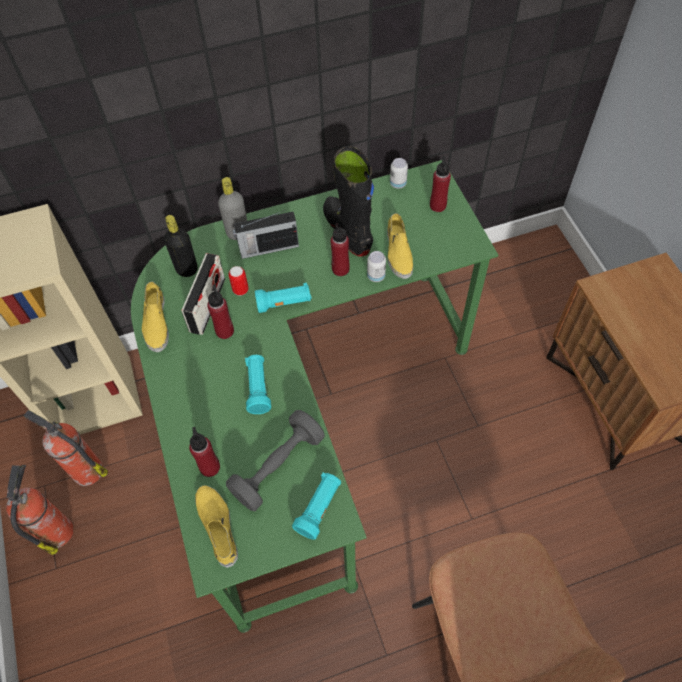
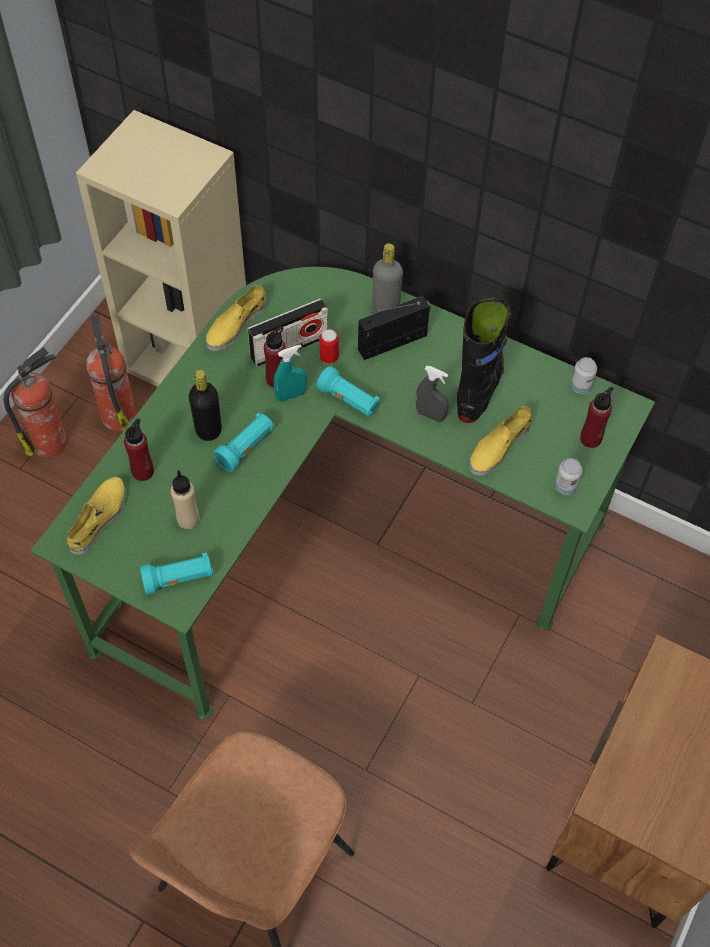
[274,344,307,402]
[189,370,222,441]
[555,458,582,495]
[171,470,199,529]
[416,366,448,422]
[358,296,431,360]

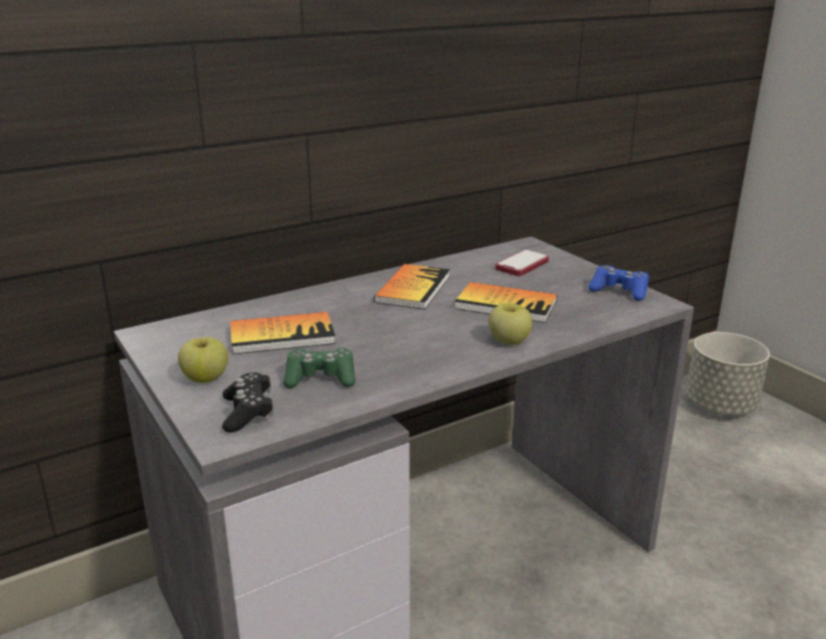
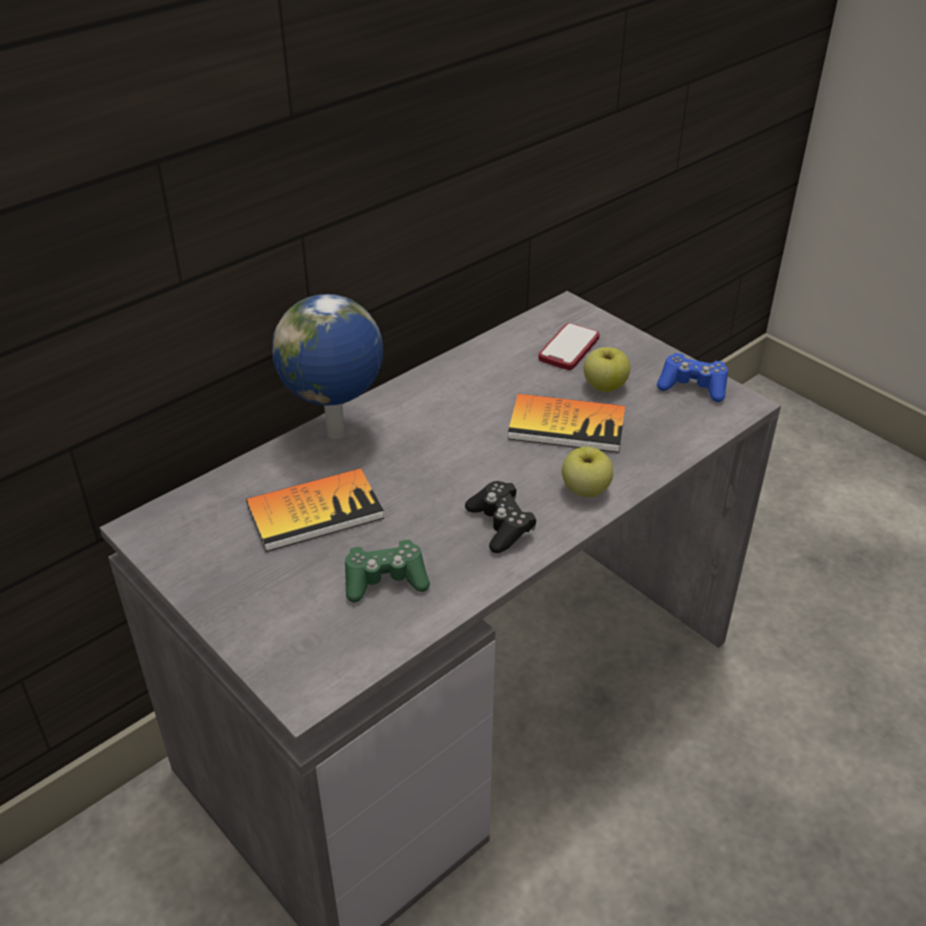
[374,264,450,310] (first image)
[686,332,770,415] (first image)
[272,294,383,439]
[584,347,630,392]
[465,481,536,553]

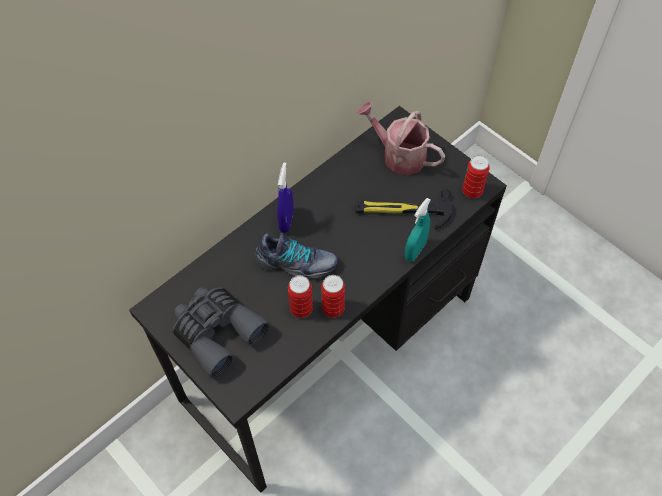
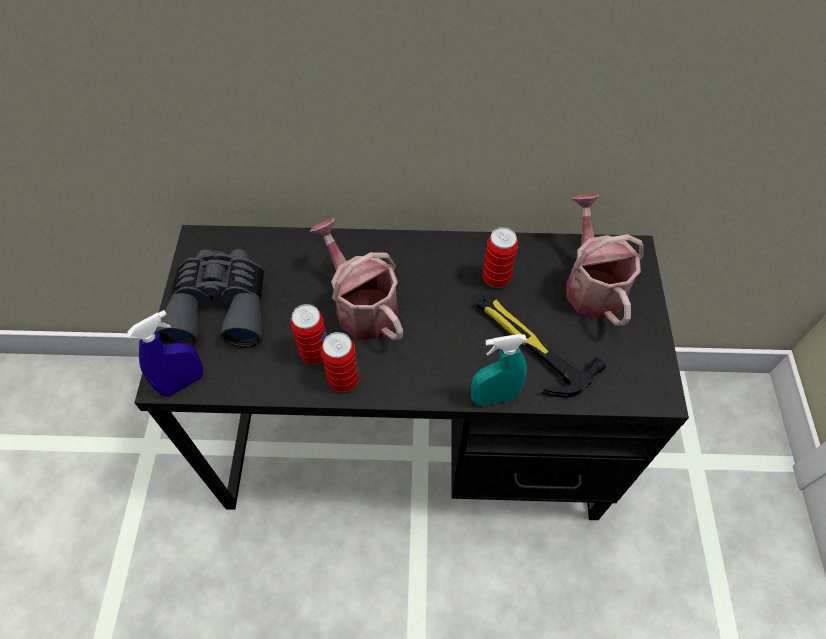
[127,310,203,397]
[483,227,518,288]
[310,219,403,340]

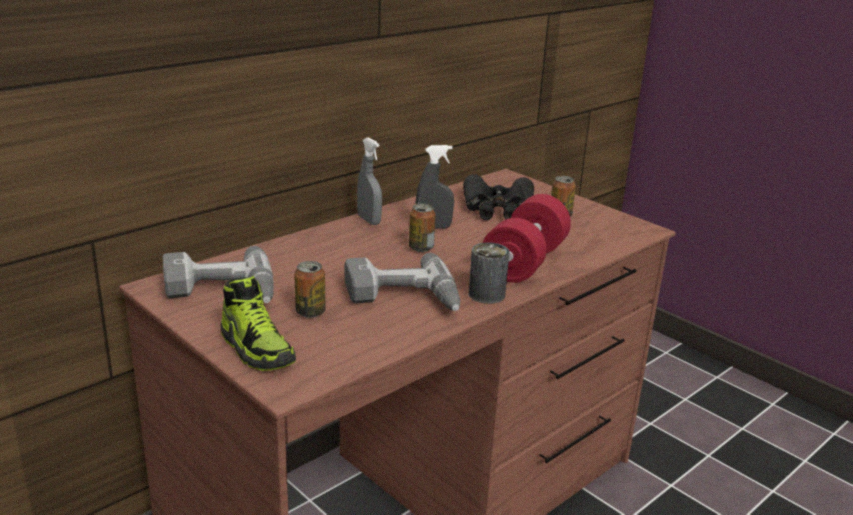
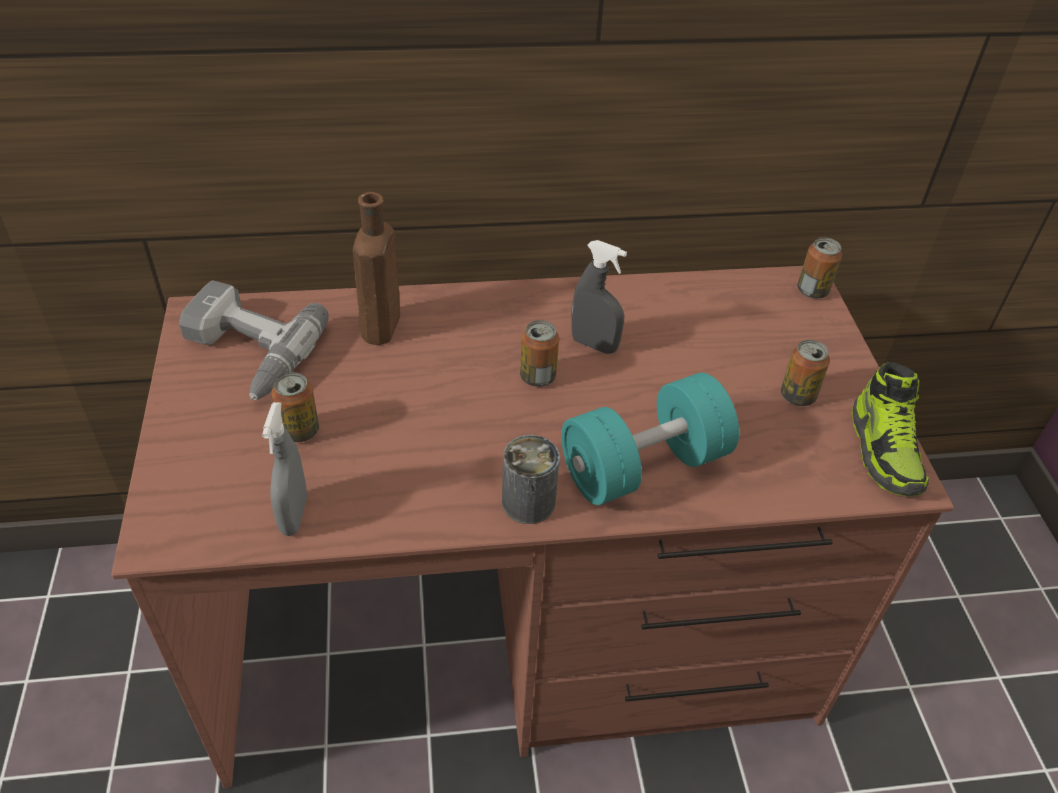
[345,253,460,311] (first image)
[463,174,534,220] (first image)
[353,192,400,345]
[797,237,842,299]
[852,362,929,497]
[262,402,307,536]
[561,373,739,505]

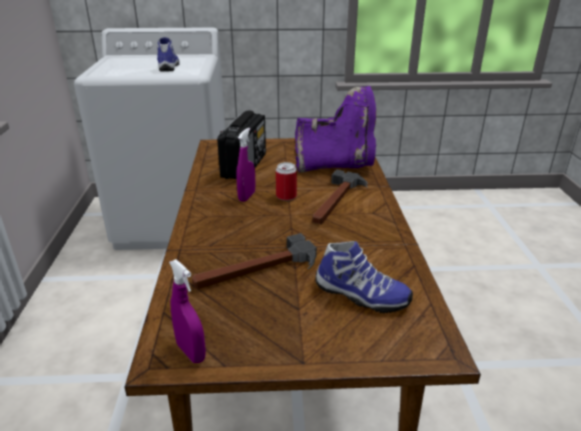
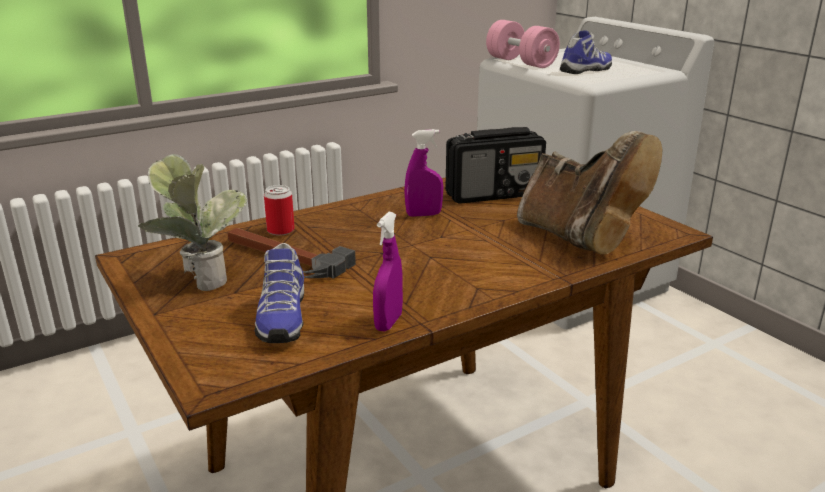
[312,170,368,225] (first image)
[138,154,247,291]
[486,20,560,68]
[373,212,403,331]
[264,185,295,236]
[517,131,662,255]

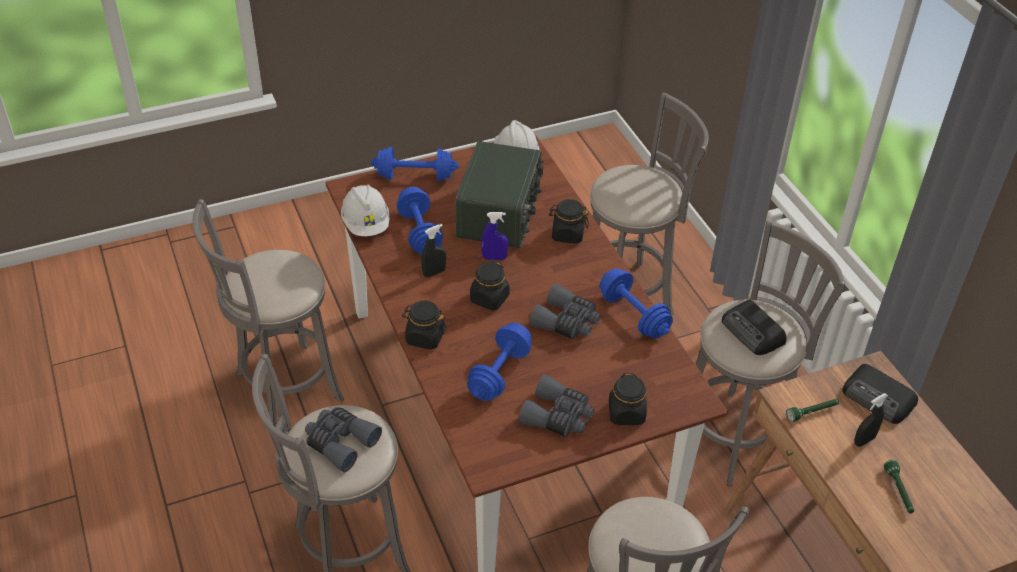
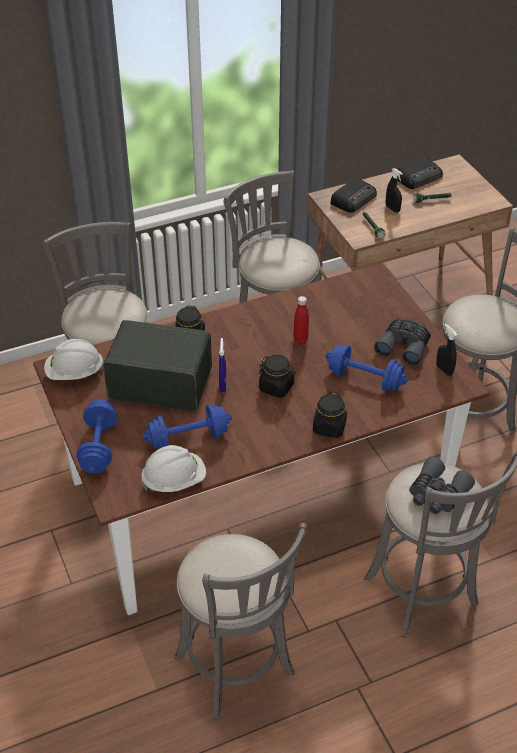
[599,268,673,338] (first image)
[609,373,647,425] (first image)
[436,324,457,376]
[397,157,443,189]
[293,296,309,345]

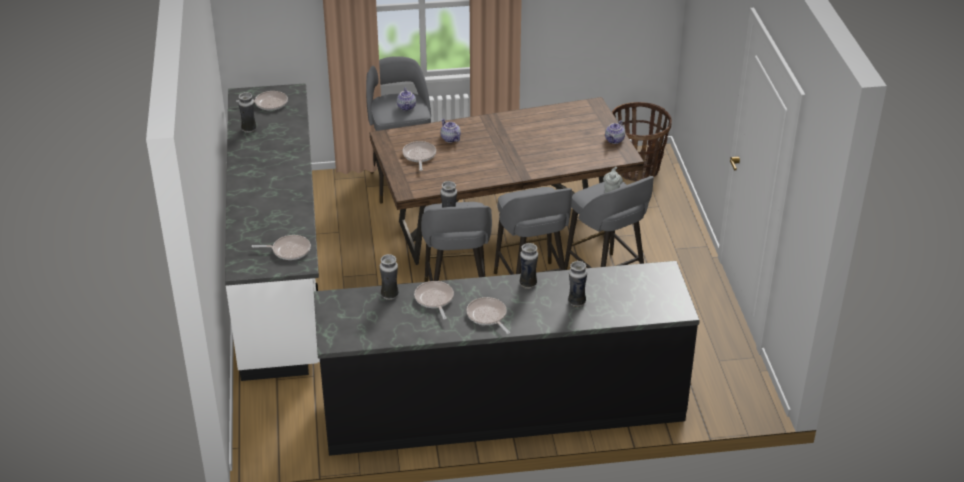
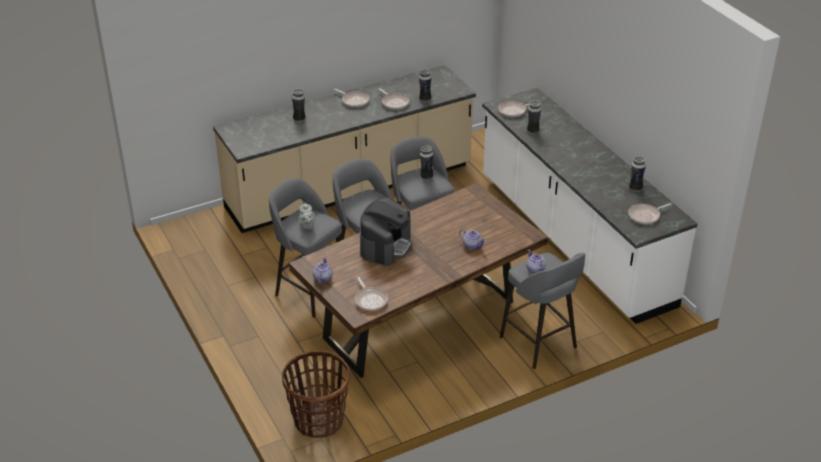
[360,197,412,266]
[355,277,388,311]
[527,100,541,134]
[213,65,476,233]

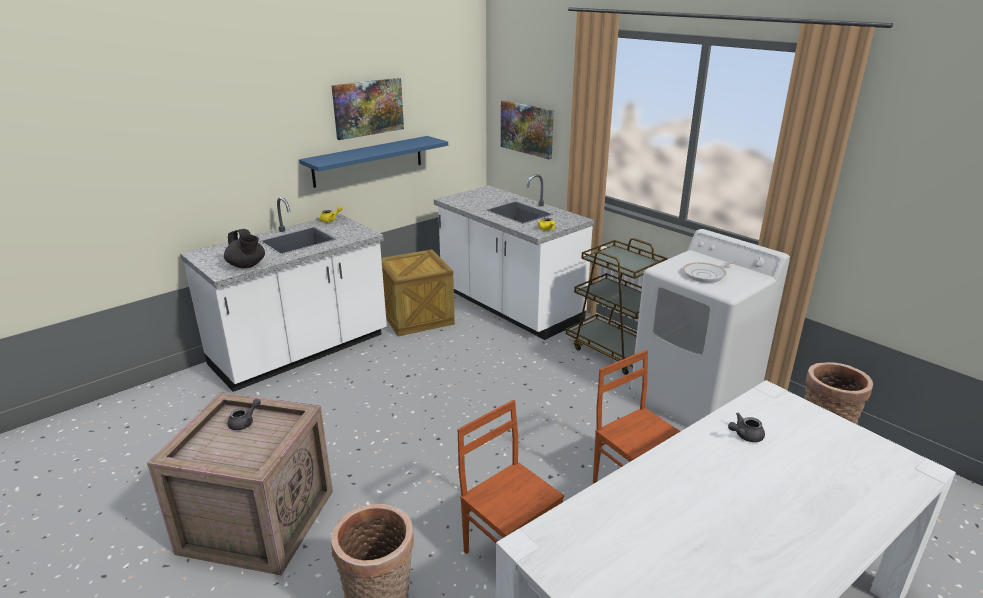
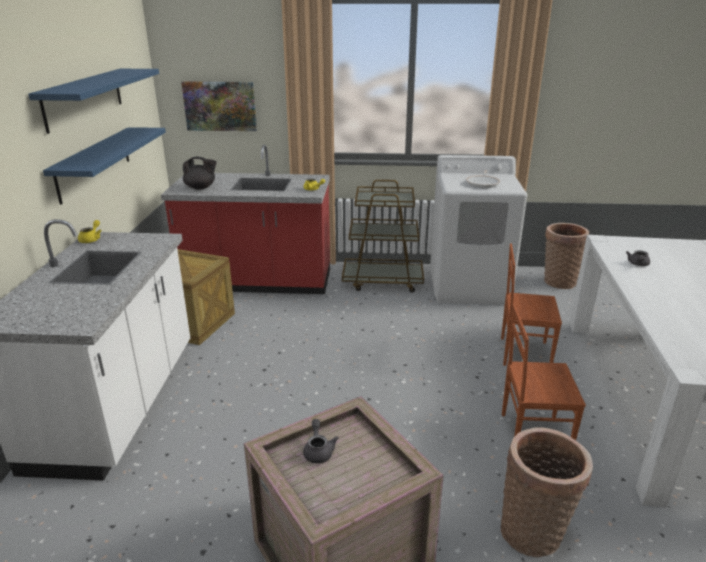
[183,157,217,189]
[28,69,159,134]
[161,145,330,294]

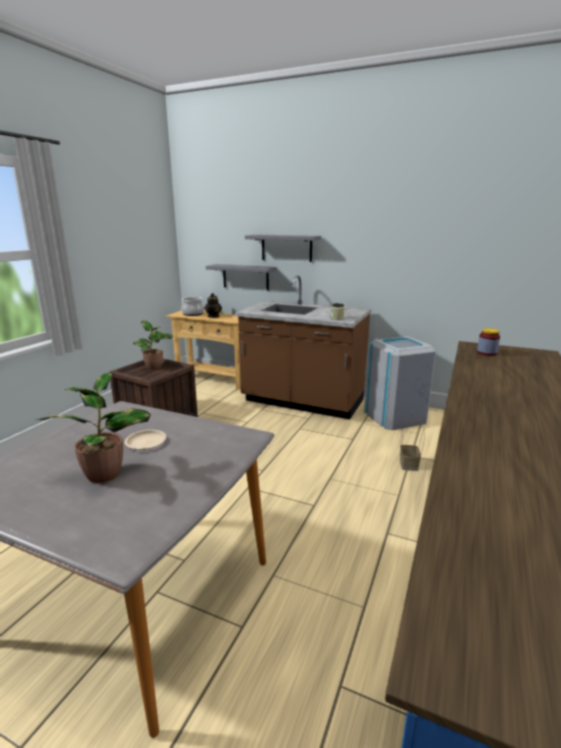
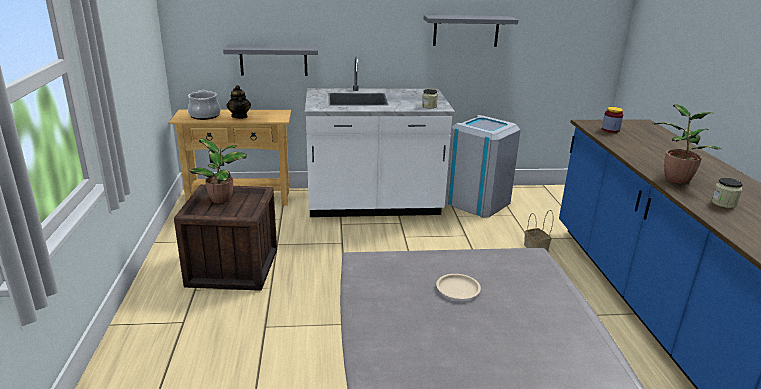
[711,177,743,208]
[652,104,723,184]
[424,15,518,47]
[305,57,455,217]

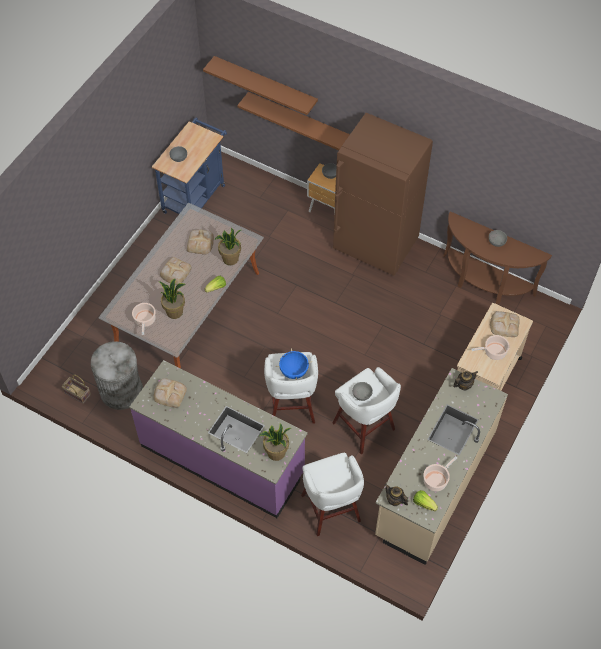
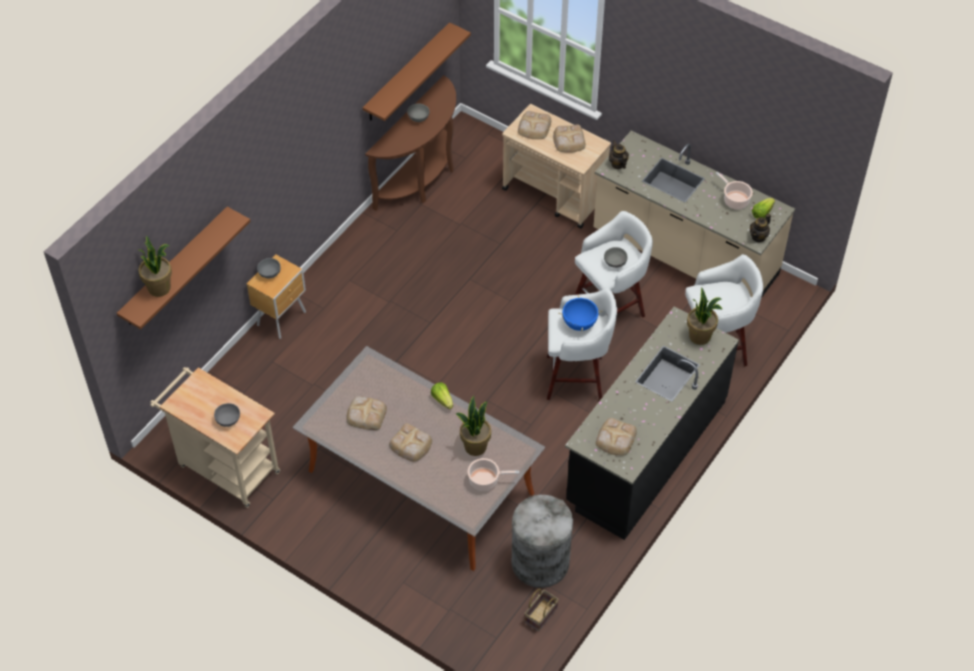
[333,113,433,276] (first image)
[138,236,172,297]
[363,22,471,121]
[553,125,586,153]
[565,306,739,540]
[150,367,280,508]

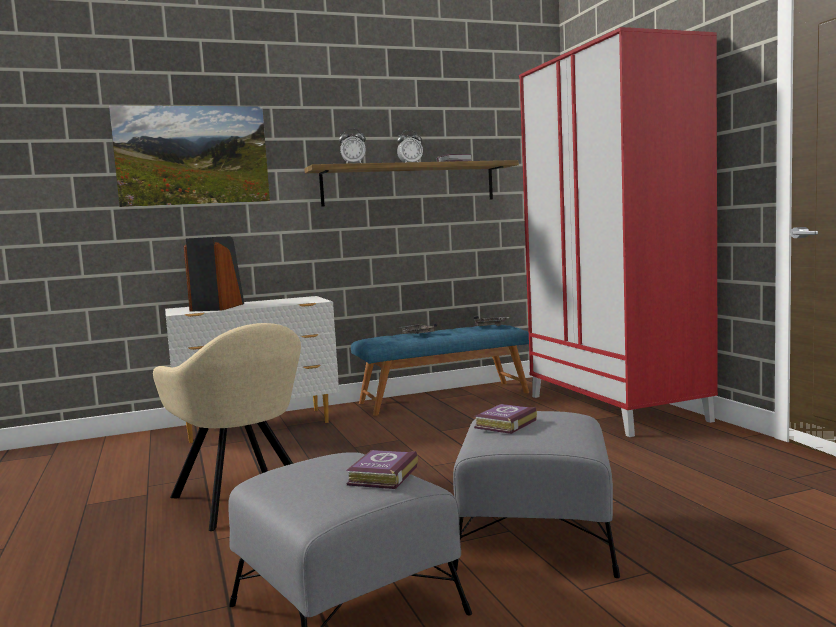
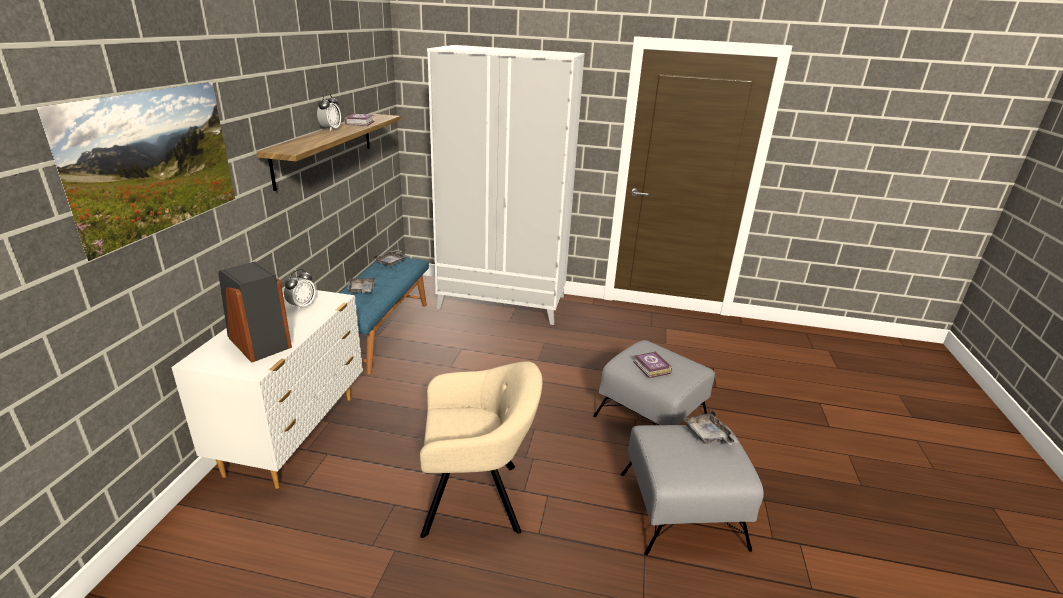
[284,269,316,310]
[682,410,739,445]
[427,45,585,325]

